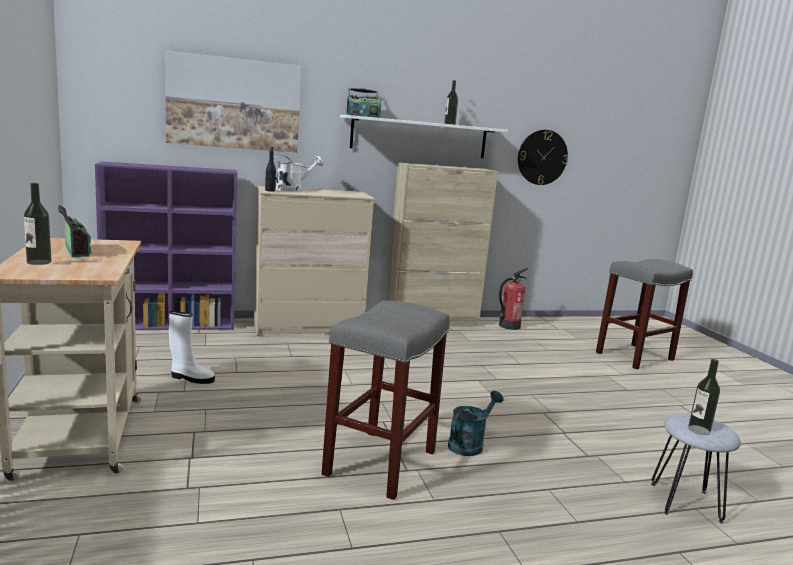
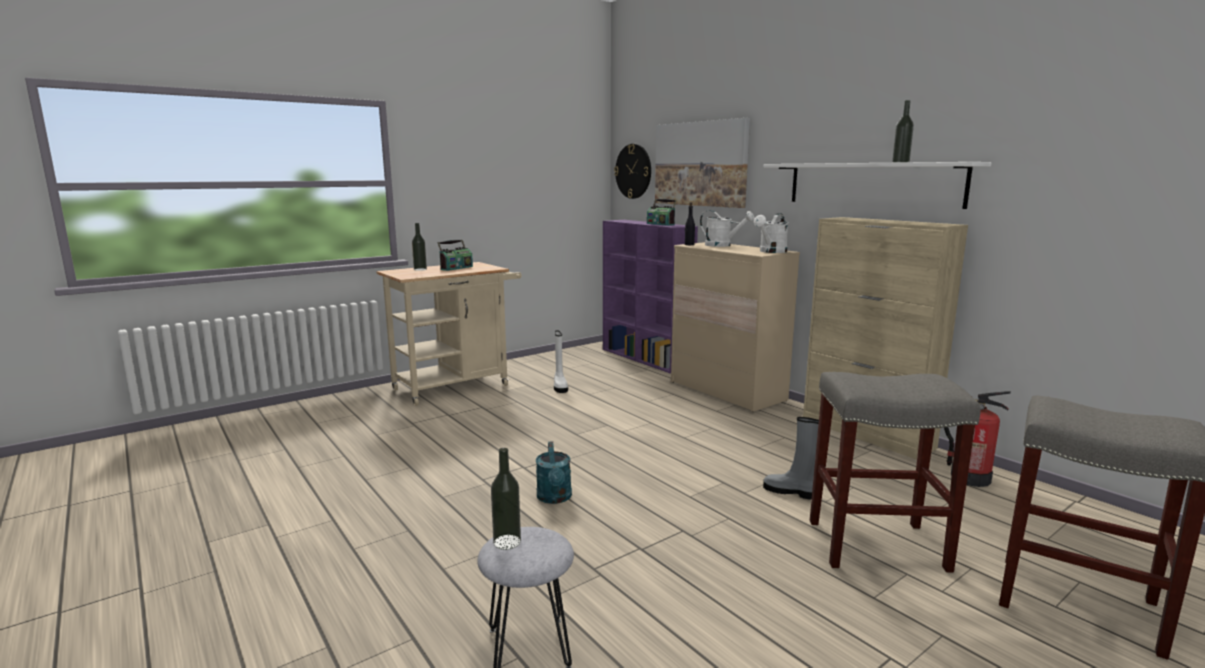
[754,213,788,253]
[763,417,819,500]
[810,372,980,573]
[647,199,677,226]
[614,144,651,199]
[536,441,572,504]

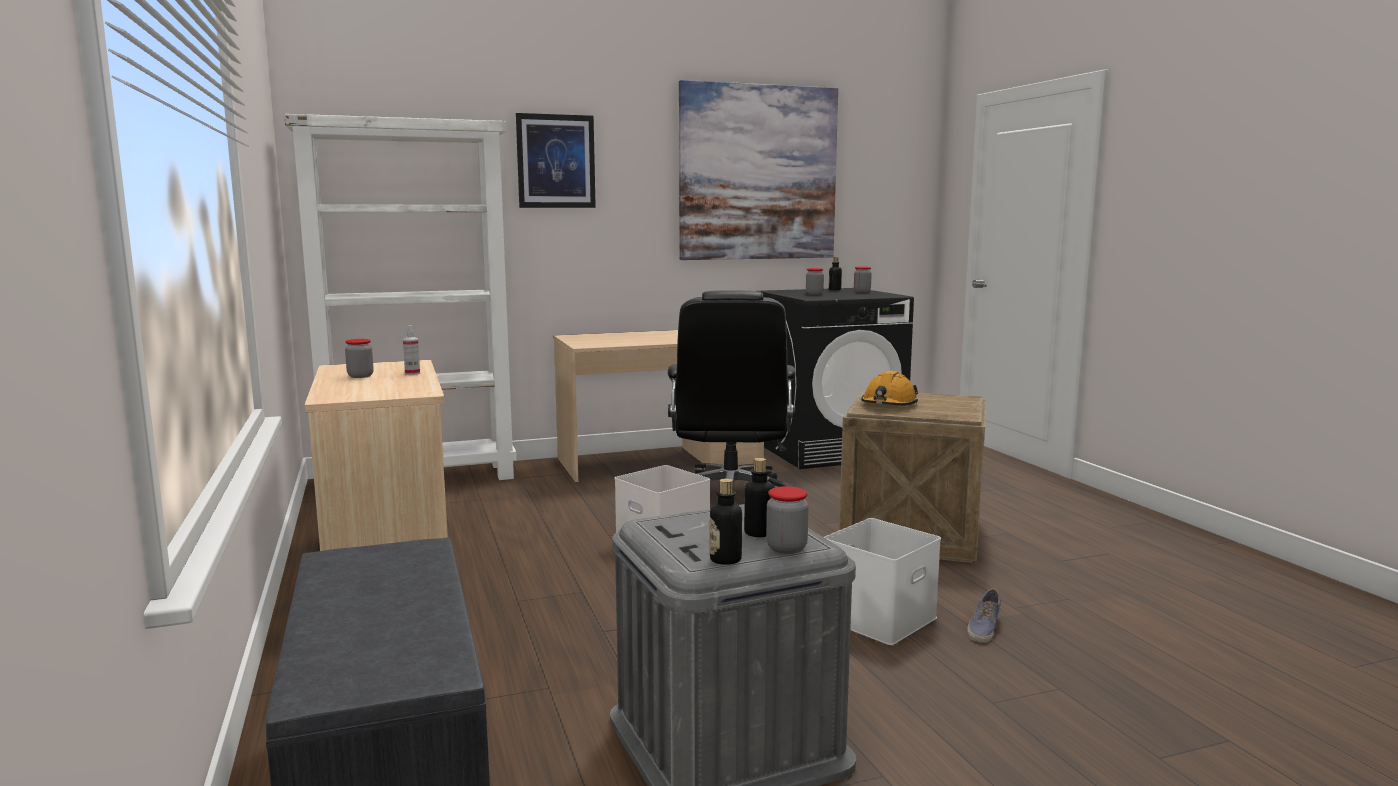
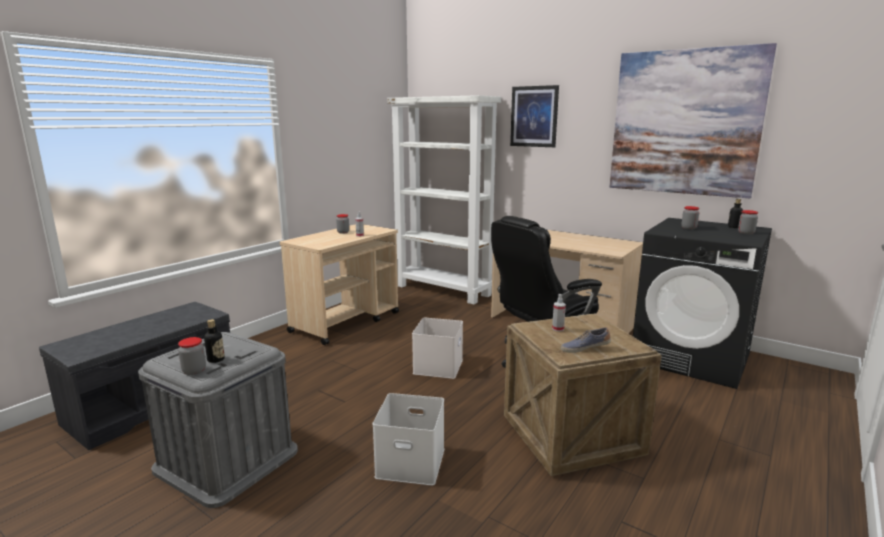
[710,478,742,565] (first image)
[561,327,611,353]
[552,294,566,331]

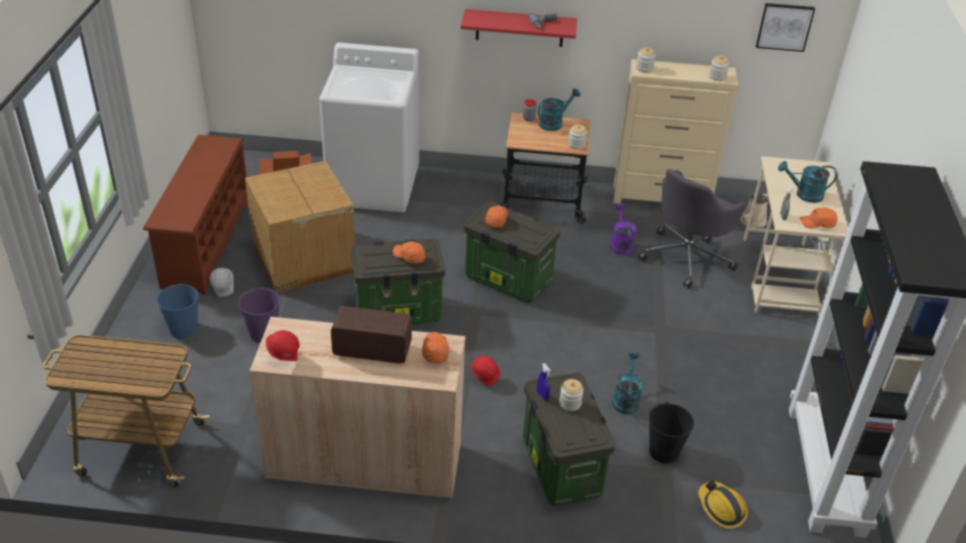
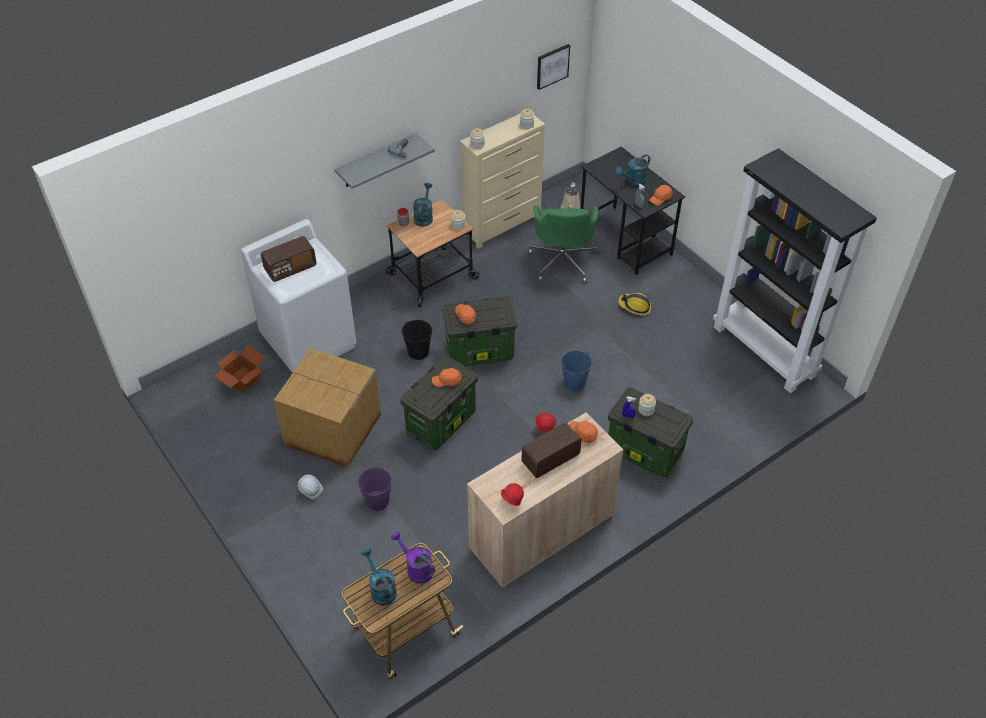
[143,135,248,295] (first image)
[261,236,317,282]
[561,350,592,391]
[391,531,435,584]
[361,548,397,606]
[401,320,432,360]
[618,293,651,315]
[335,133,435,189]
[528,205,598,283]
[580,146,685,275]

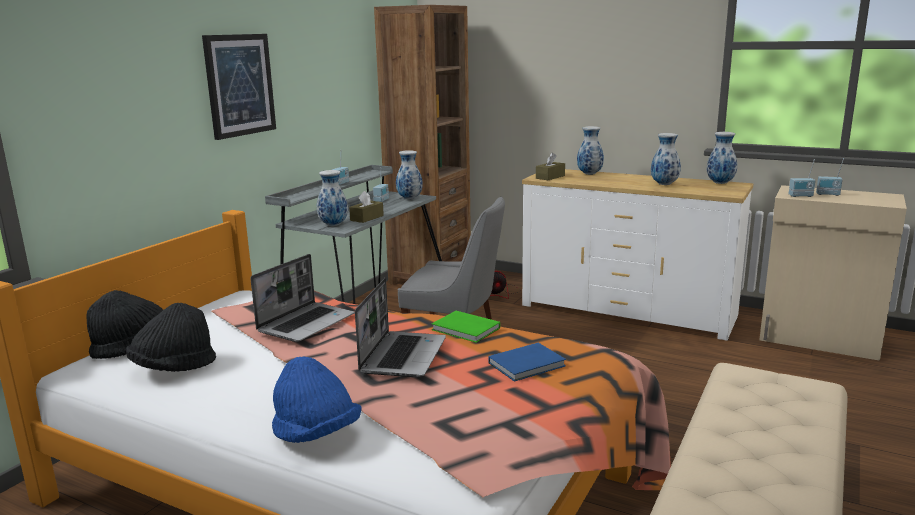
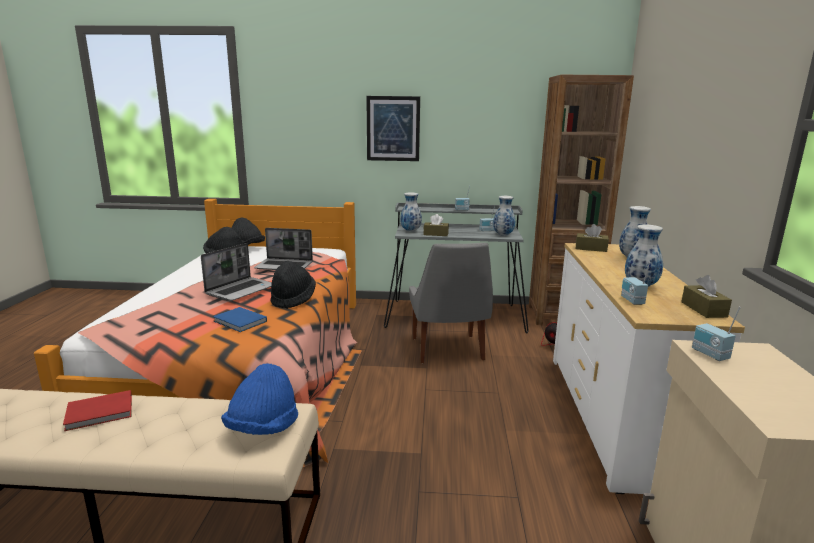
[63,390,132,431]
[221,363,298,435]
[621,262,650,305]
[271,261,316,309]
[681,275,732,318]
[201,243,272,301]

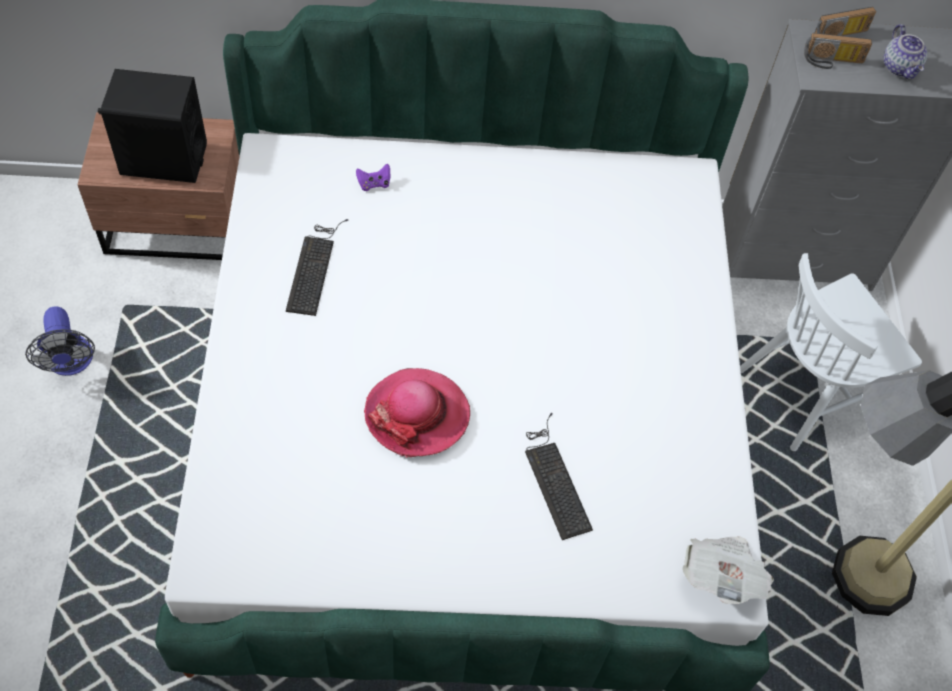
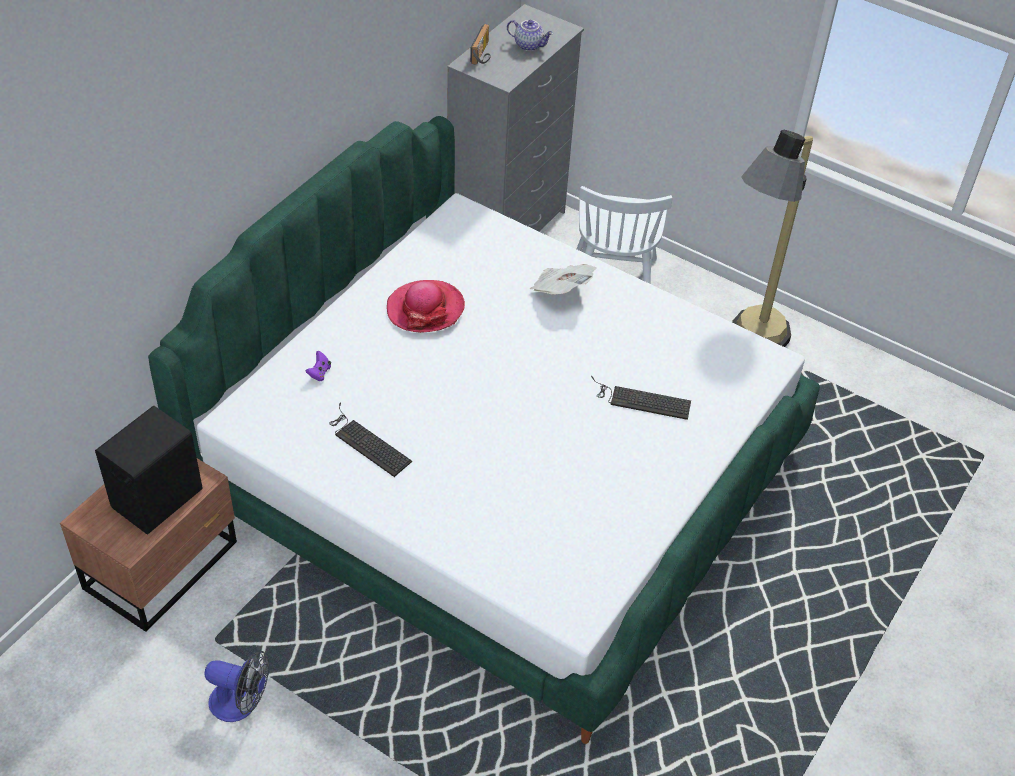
[804,33,872,69] (first image)
[387,280,465,333]
[530,264,597,295]

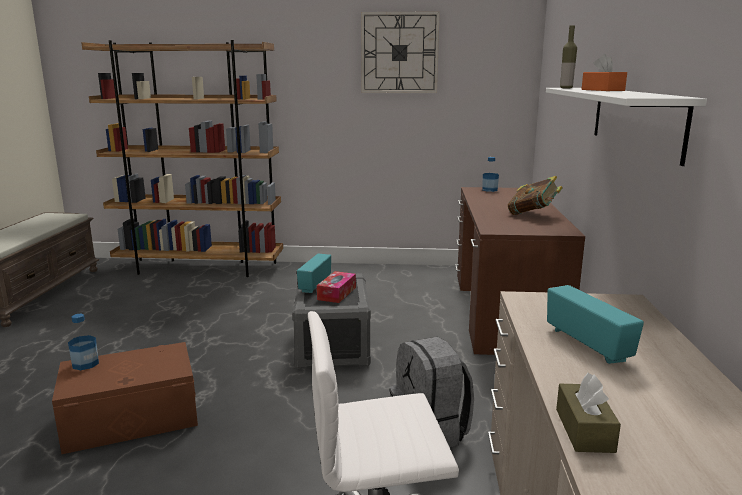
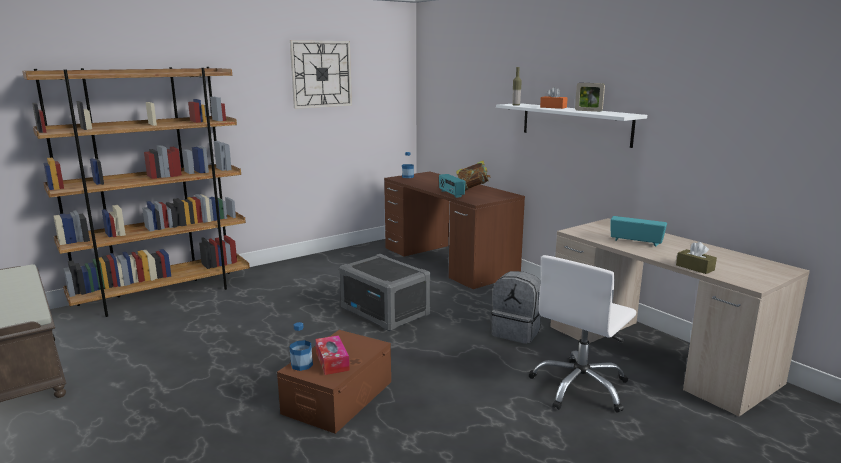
[575,83,605,112]
[439,174,466,198]
[315,335,350,375]

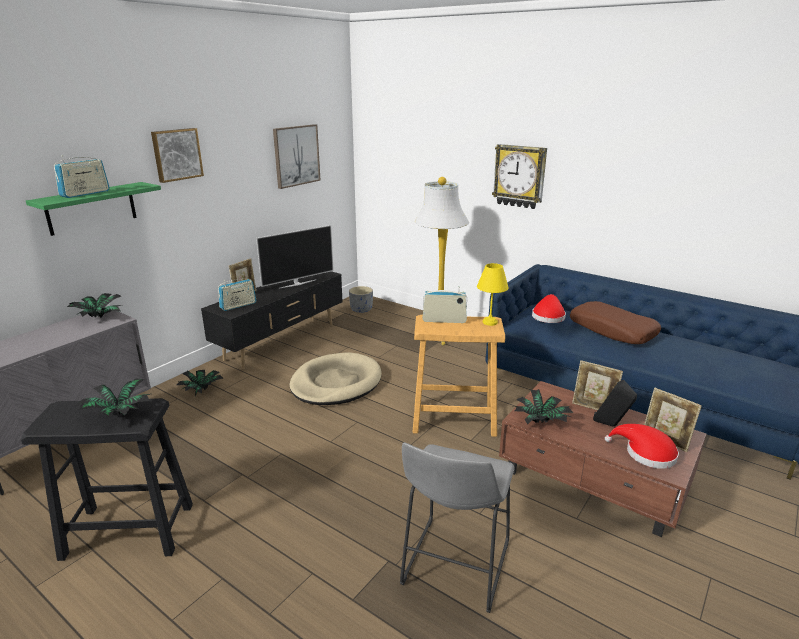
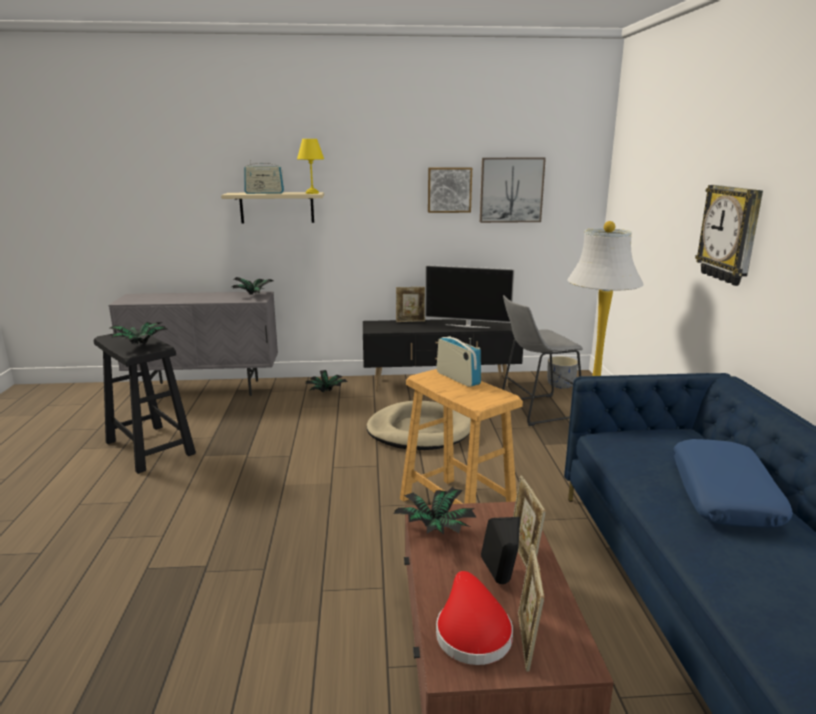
[218,279,257,311] (first image)
[532,294,566,323] (first image)
[428,168,472,213]
[502,295,583,426]
[297,139,324,194]
[221,192,324,223]
[673,439,793,528]

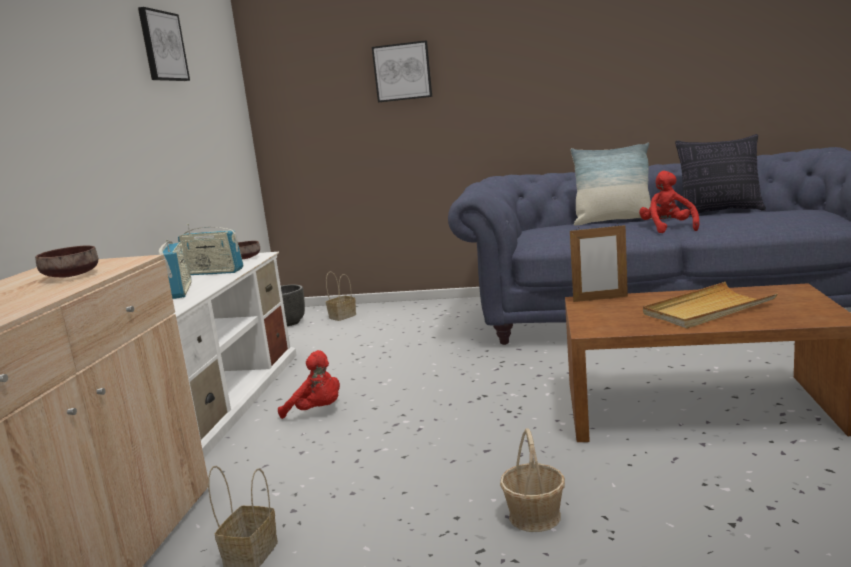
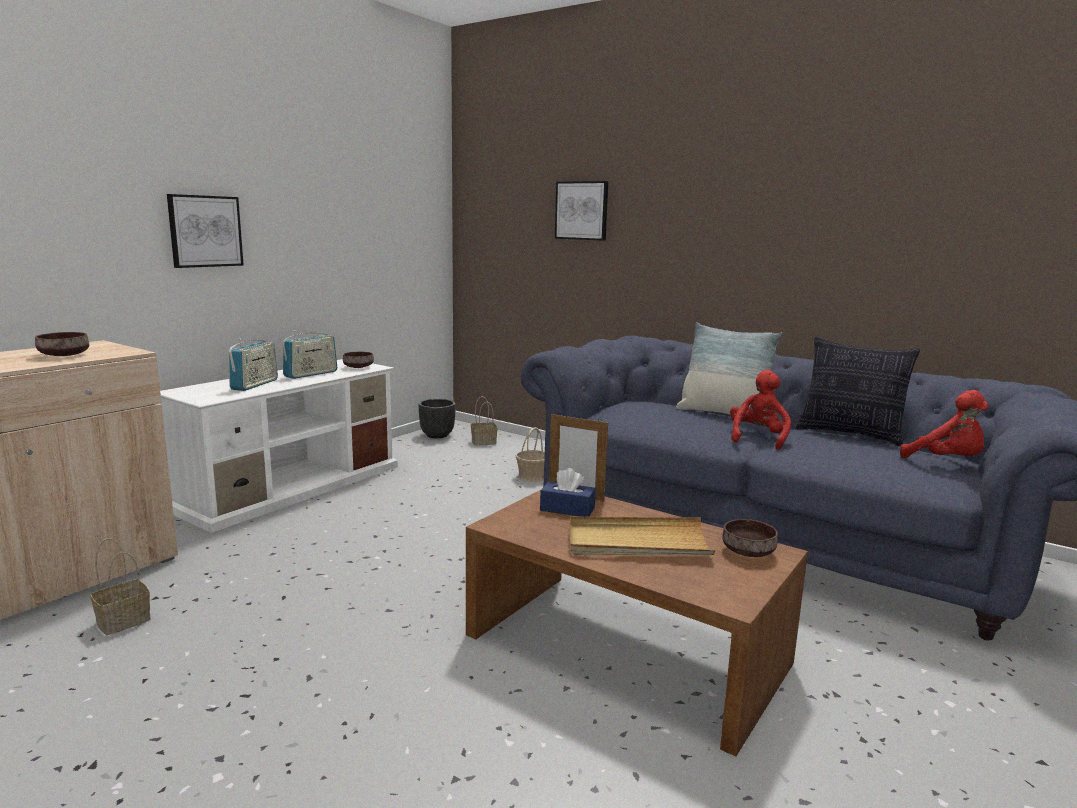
[540,468,596,517]
[722,519,778,557]
[167,194,244,268]
[900,390,989,458]
[516,427,545,482]
[283,330,337,379]

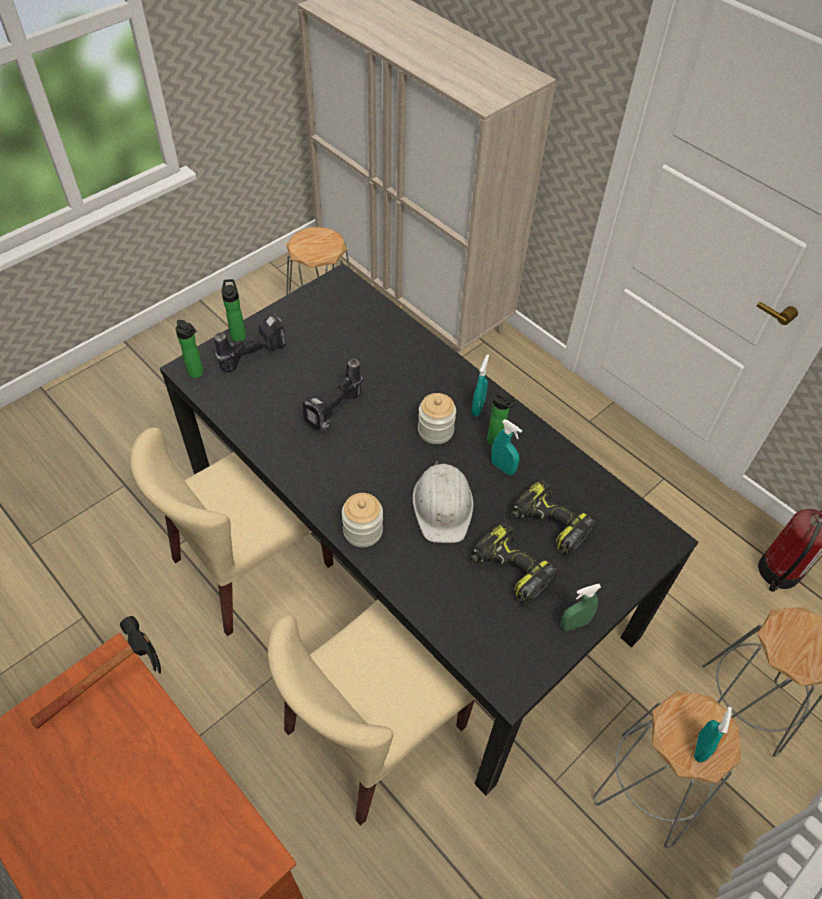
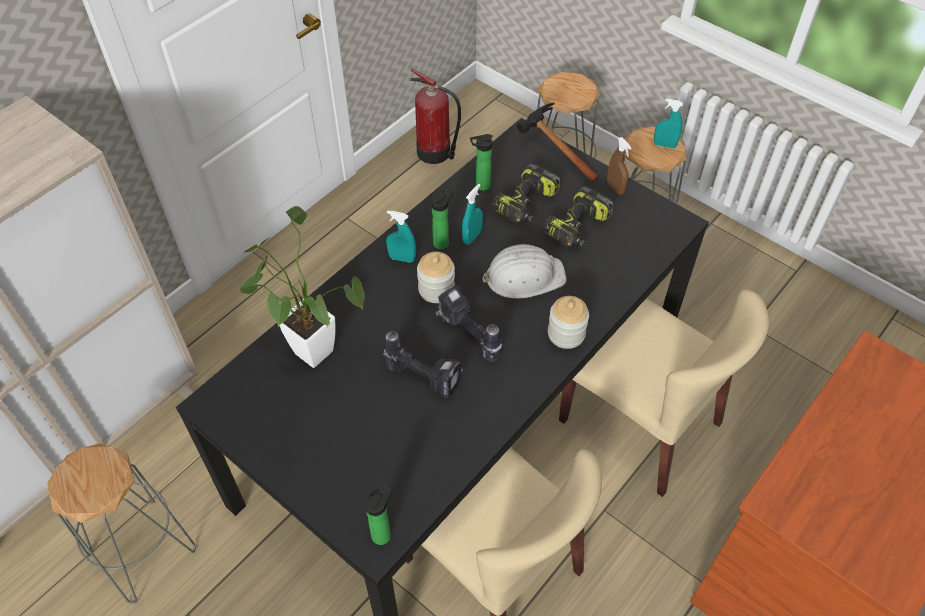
[239,206,365,368]
[517,103,598,182]
[436,285,503,362]
[470,134,493,191]
[607,137,632,195]

